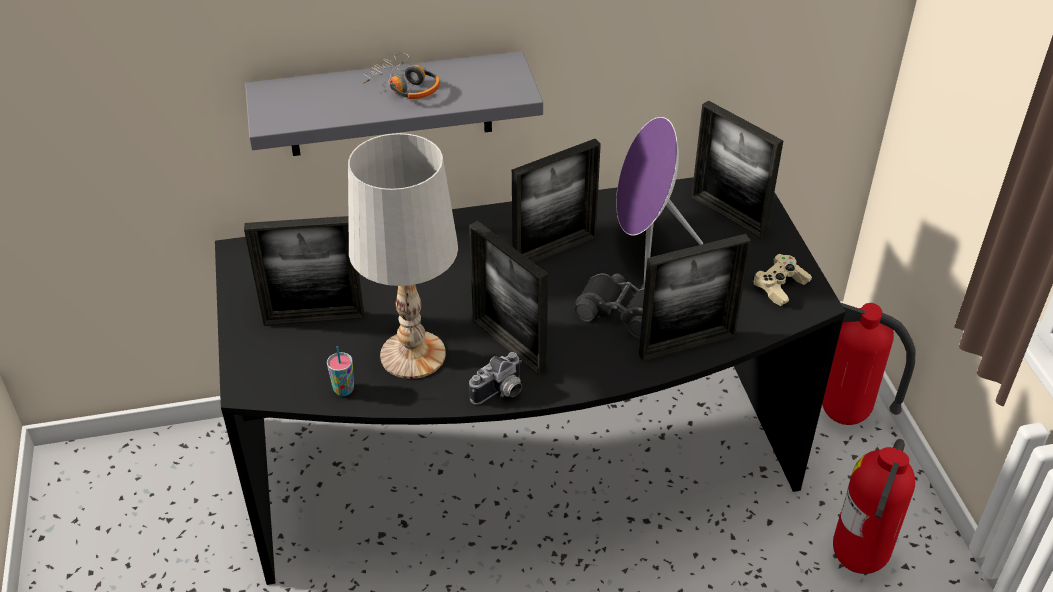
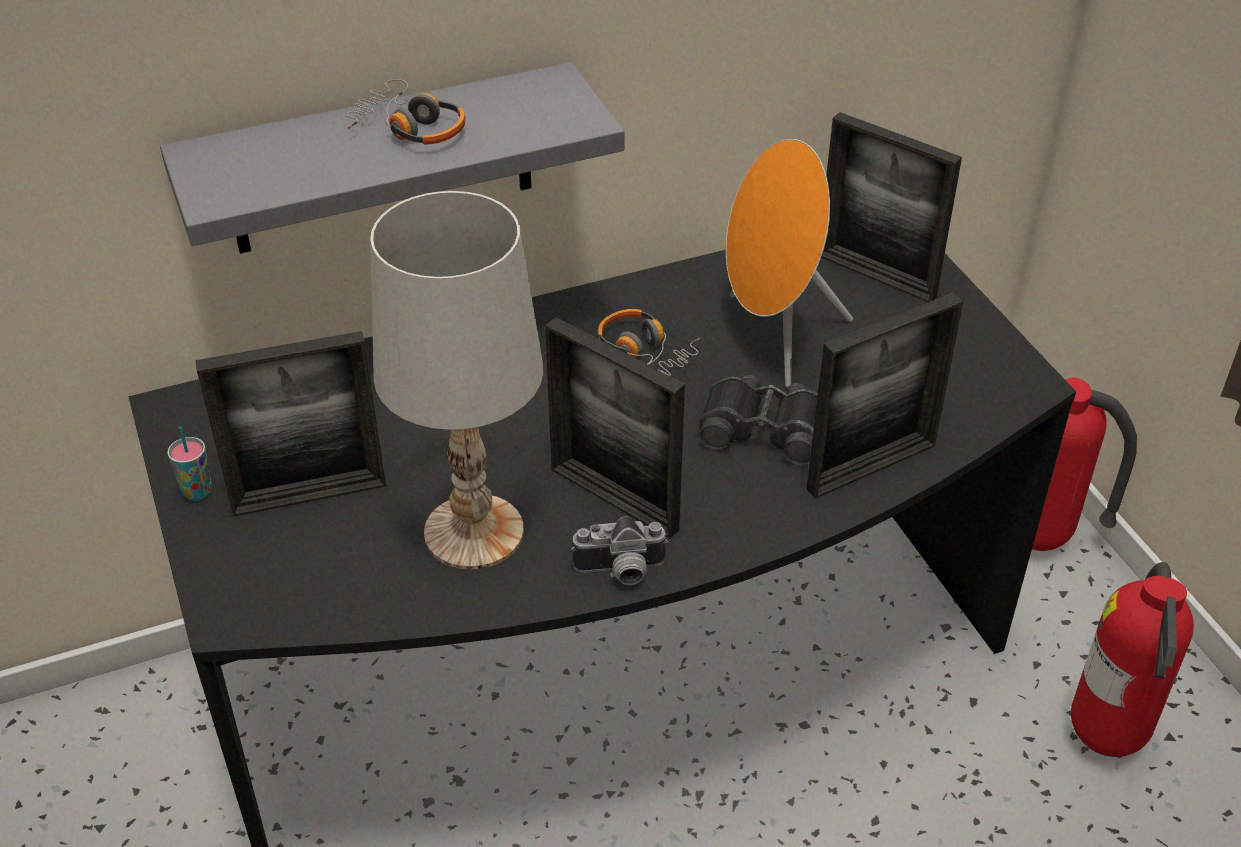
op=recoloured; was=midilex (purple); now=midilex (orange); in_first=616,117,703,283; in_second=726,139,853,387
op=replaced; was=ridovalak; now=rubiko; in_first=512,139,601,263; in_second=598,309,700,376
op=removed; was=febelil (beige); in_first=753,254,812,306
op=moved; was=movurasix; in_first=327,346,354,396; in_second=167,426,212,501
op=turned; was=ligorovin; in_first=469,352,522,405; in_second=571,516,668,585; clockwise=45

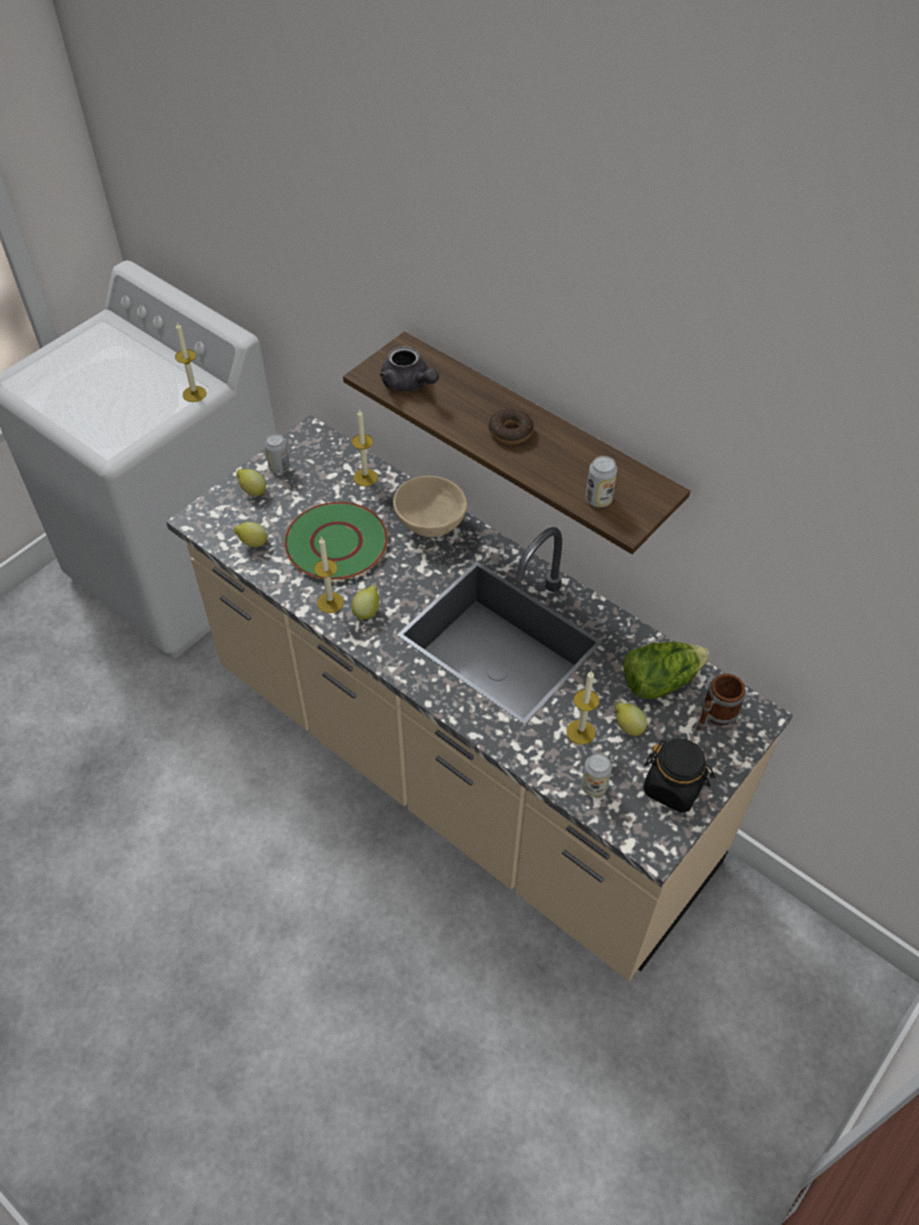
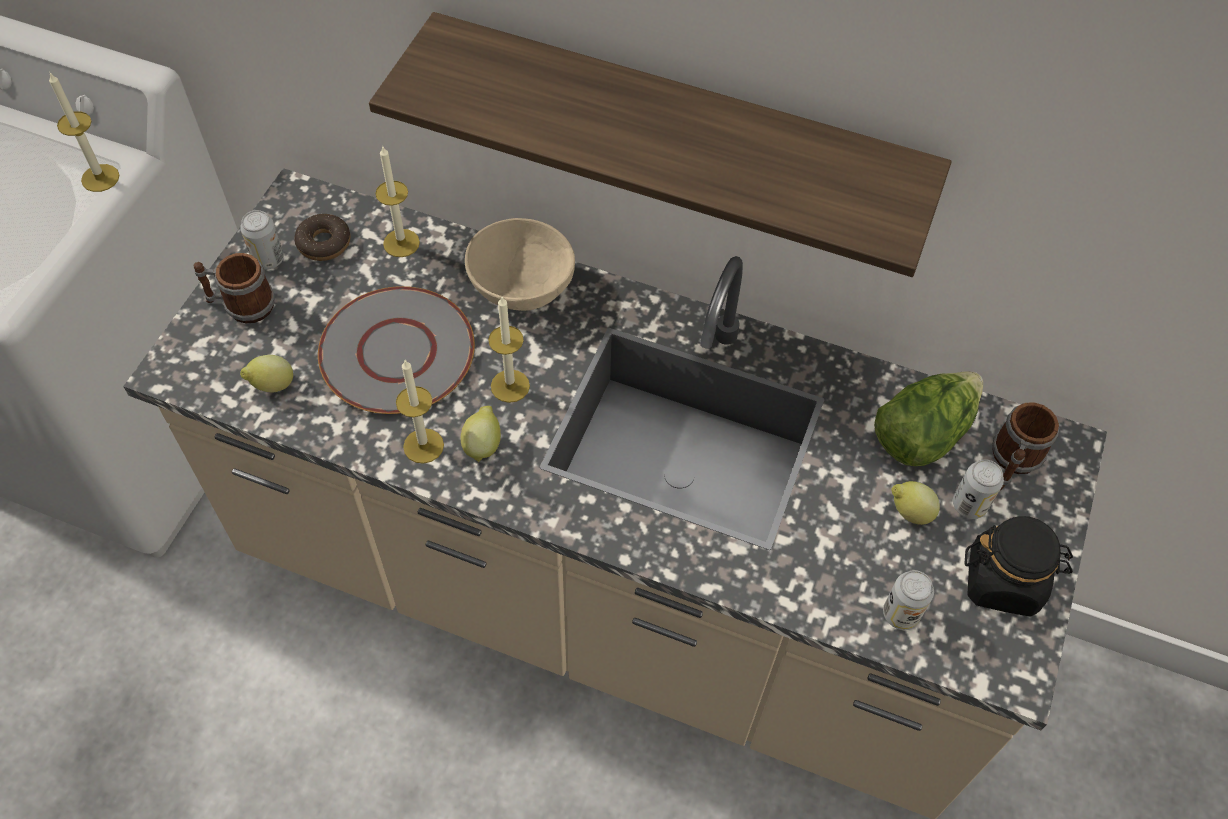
op=removed; was=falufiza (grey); in_first=380,346,439,392
op=moved; was=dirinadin; in_first=489,408,534,445; in_second=295,214,350,261
op=moved; was=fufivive; in_first=586,456,617,507; in_second=953,459,1004,519
op=replaced; was=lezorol; now=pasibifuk; in_first=236,469,266,496; in_second=194,253,275,323
op=recoloured; was=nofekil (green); now=nofekil (grey); in_first=284,502,388,580; in_second=318,286,475,414
op=moved; was=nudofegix; in_first=566,670,599,745; in_second=488,297,530,403

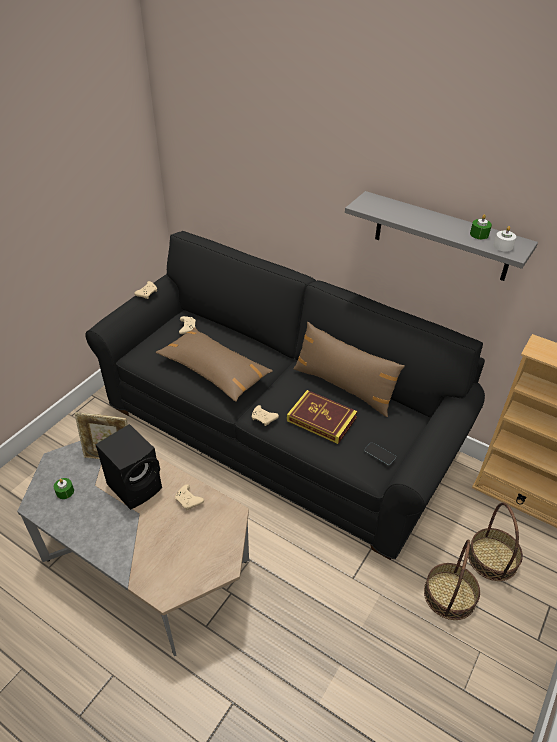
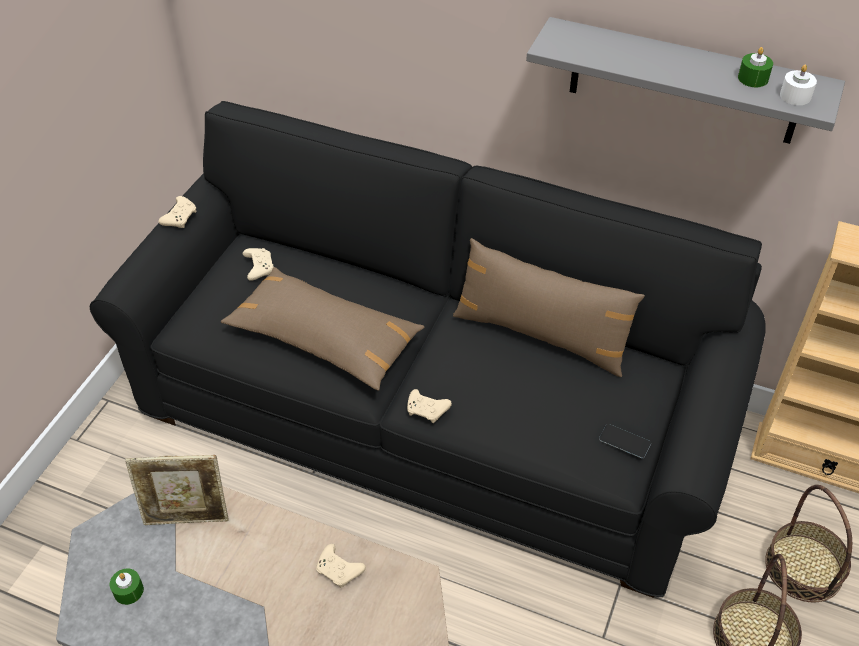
op=removed; was=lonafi; in_first=287,390,358,444
op=removed; was=midilex (black); in_first=96,424,162,510

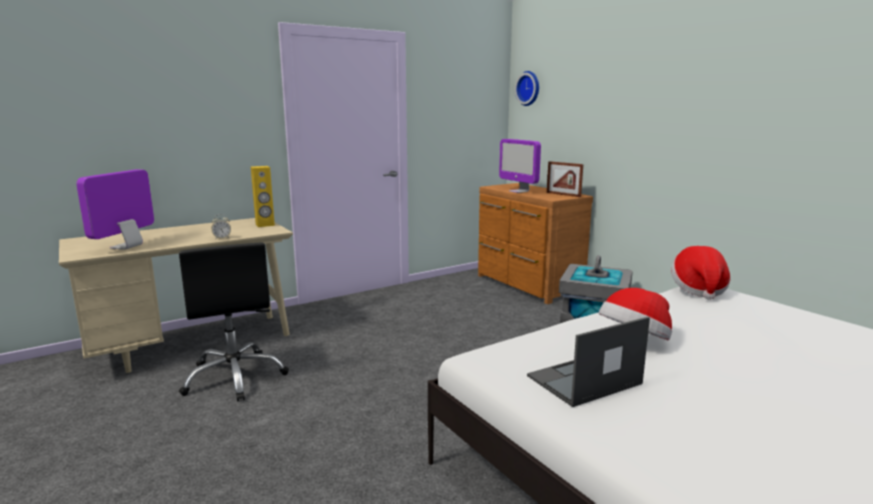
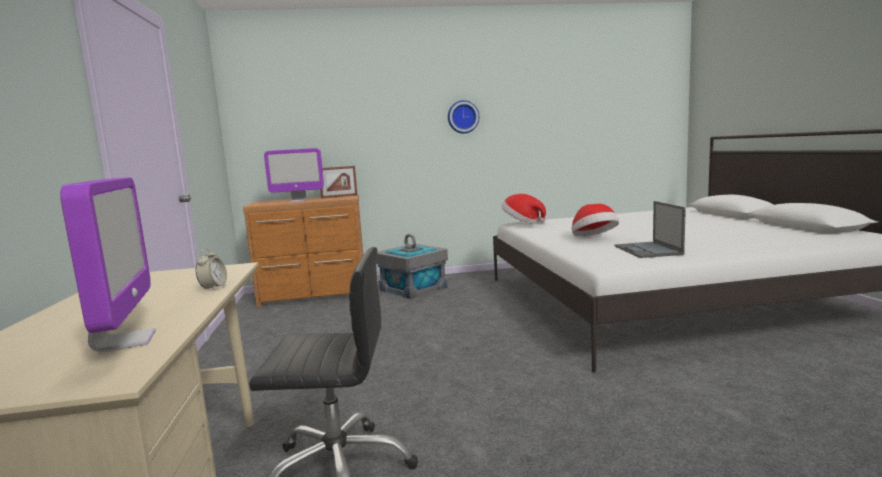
op=moved; was=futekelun; in_first=515,71,539,106; in_second=448,100,479,134
op=removed; was=midilex (yellow); in_first=251,166,275,227
op=turned; was=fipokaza; in_first=76,169,154,250; in_second=60,177,156,352; clockwise=-150

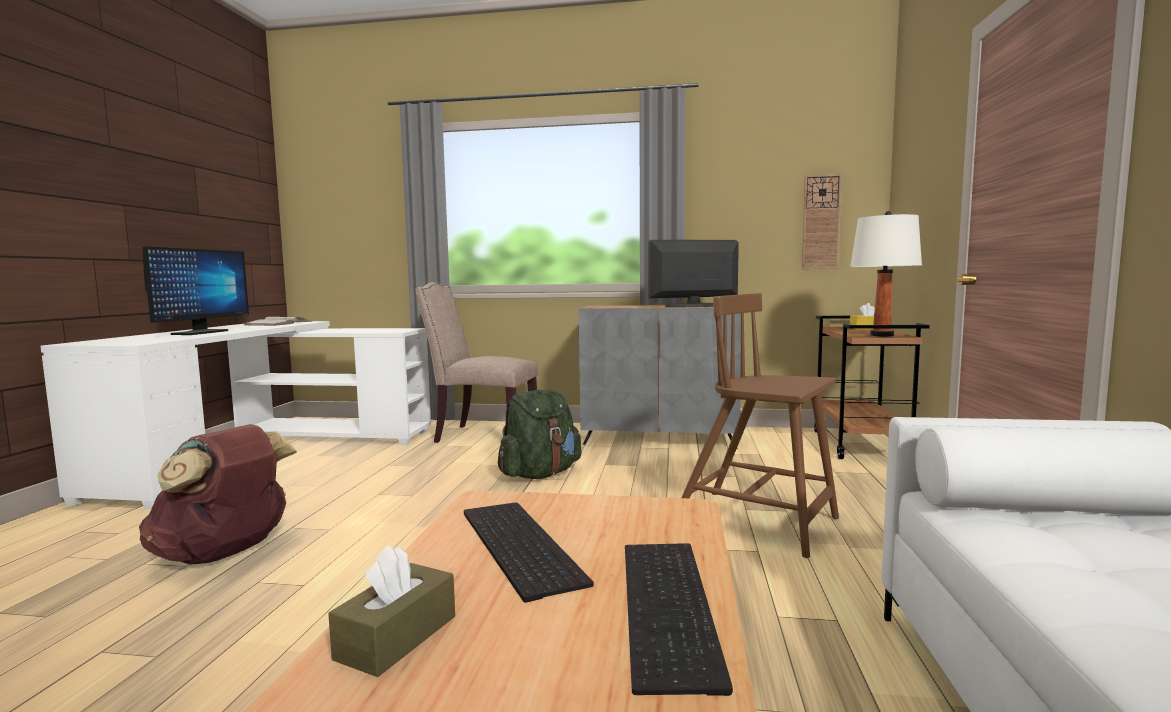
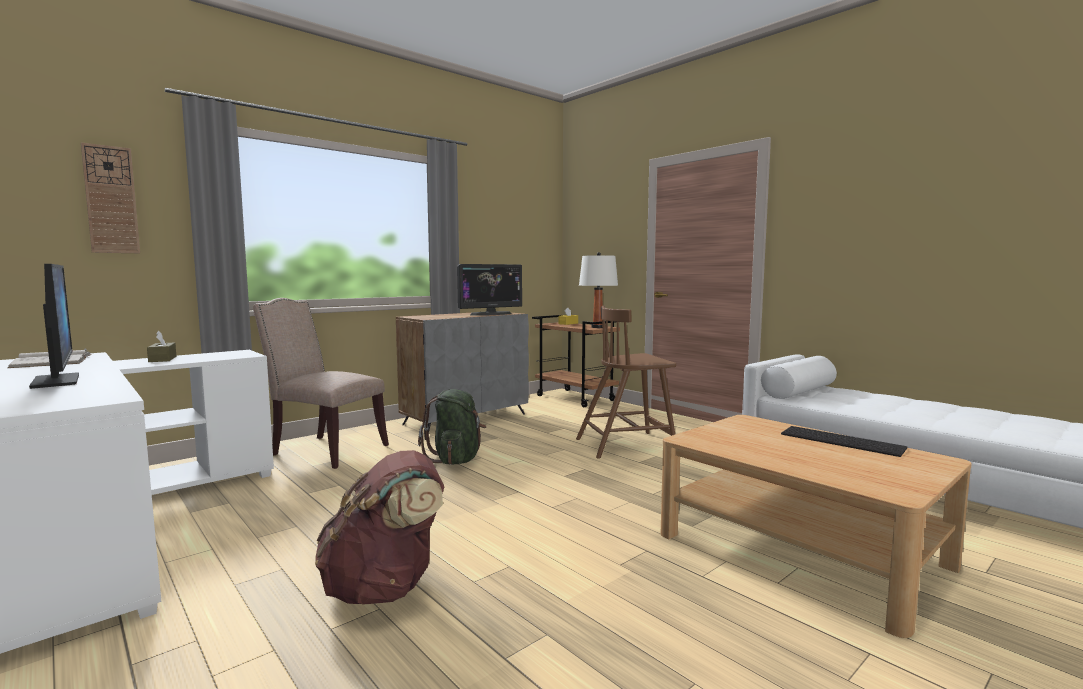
op=moved; was=futekelun; in_first=802,174,842,269; in_second=81,142,140,253
op=turned; was=fipokaza; in_first=649,240,739,307; in_second=457,264,522,316; clockwise=-150
op=turned; was=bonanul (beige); in_first=415,282,538,443; in_second=253,298,389,469; clockwise=60
op=removed; was=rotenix; in_first=464,502,594,602
op=moved; was=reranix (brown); in_first=328,544,455,677; in_second=147,331,176,362

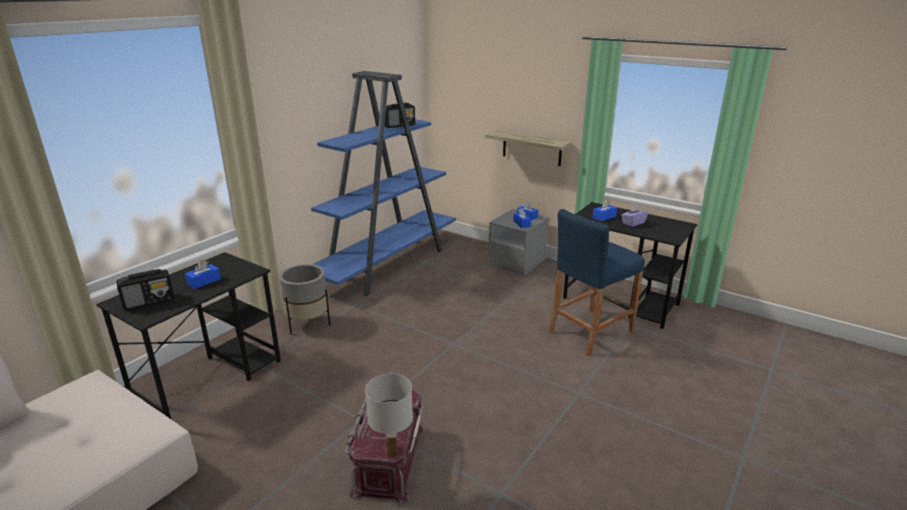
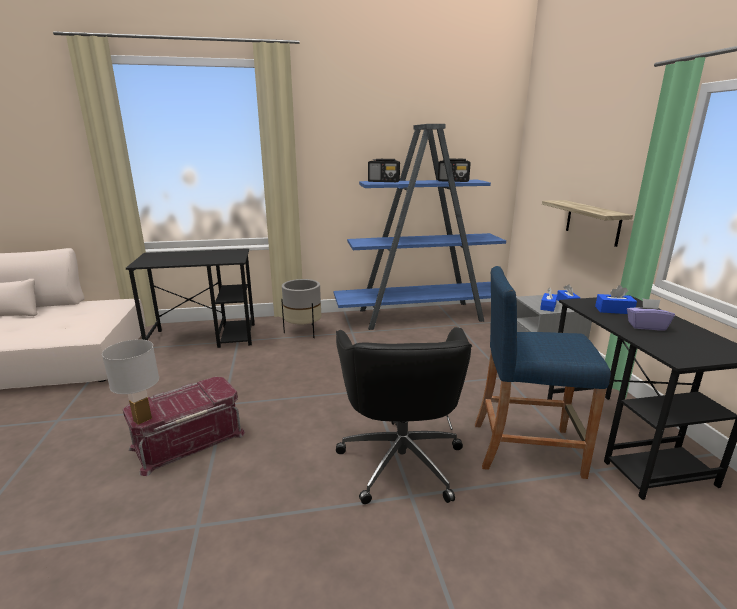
op=removed; was=reranix (blue); in_first=185,260,221,289
op=moved; was=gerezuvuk; in_first=116,269,174,311; in_second=368,159,400,182
op=added; now=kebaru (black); in_second=336,327,472,504

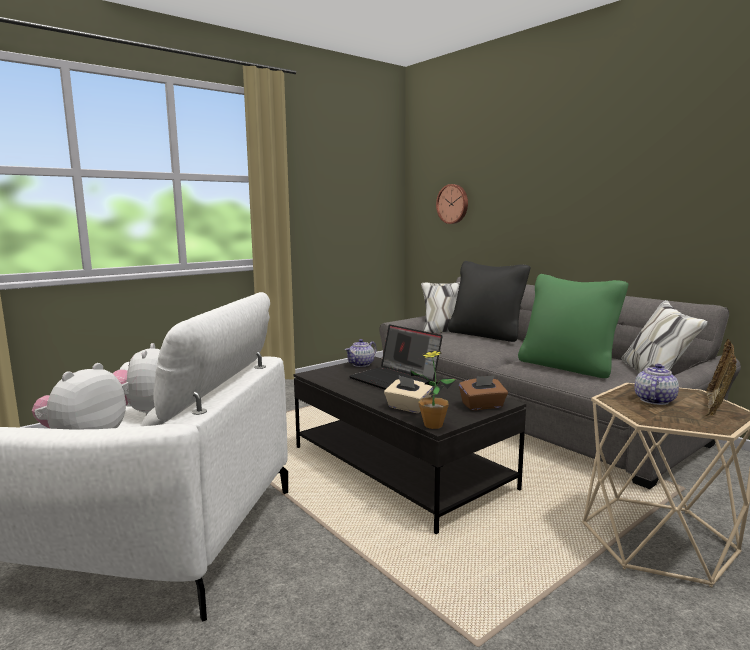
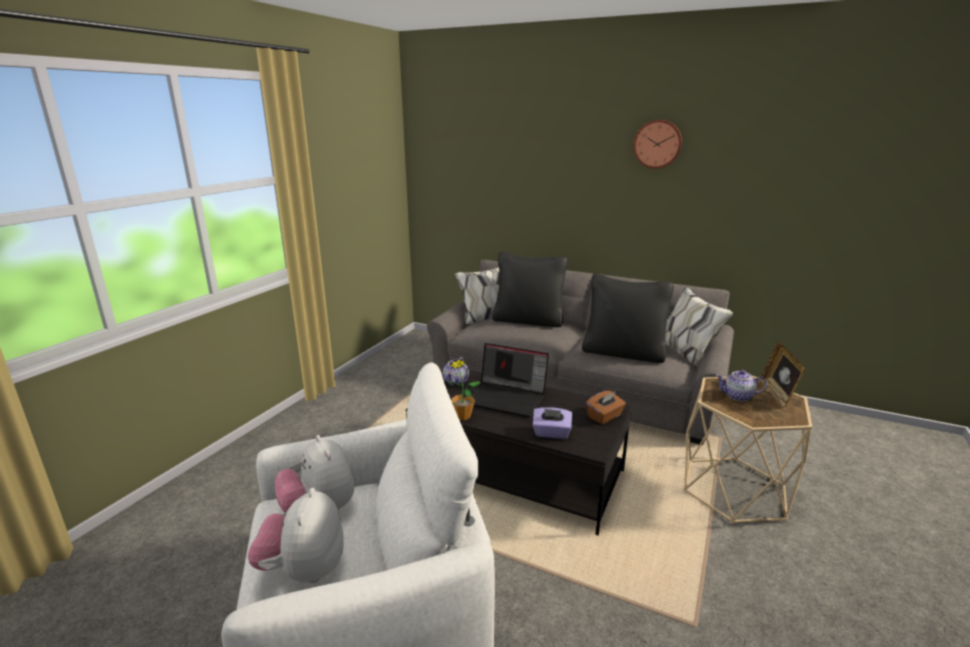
op=moved; was=futekelun; in_first=436,184,468,224; in_second=633,120,682,169
op=recoloured; was=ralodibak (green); now=ralodibak (black); in_first=518,274,628,378; in_second=582,274,674,363
op=moved; was=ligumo; in_first=411,350,456,429; in_second=445,359,481,420
op=turned; was=falufiza; in_first=635,364,679,405; in_second=716,370,767,401; clockwise=-90
op=recoloured; was=reranix (beige); now=reranix (purple); in_first=384,375,433,413; in_second=533,407,572,439

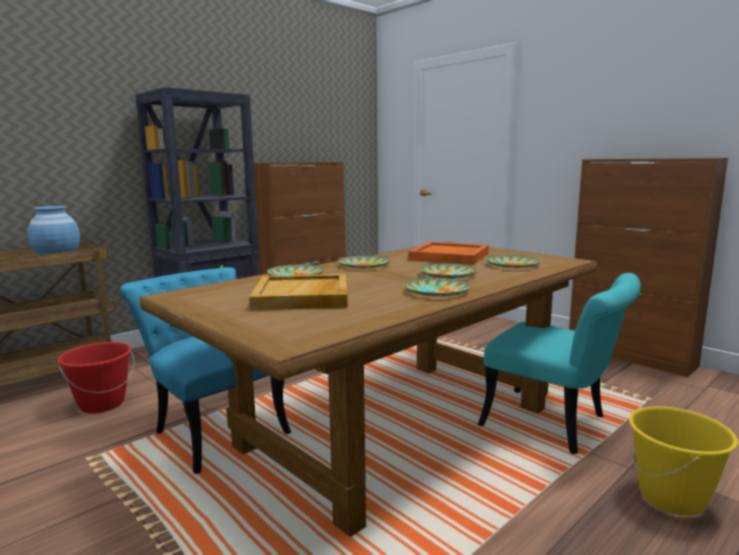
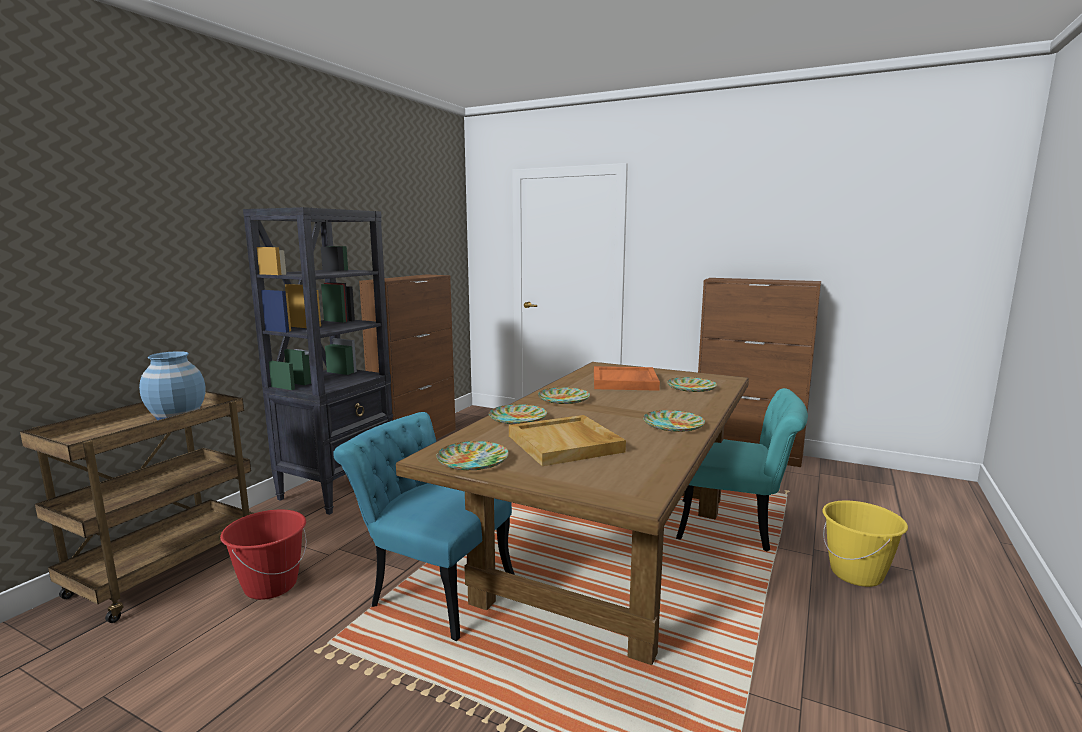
op=moved; was=nofekil; in_first=419,263,478,278; in_second=436,441,509,470

